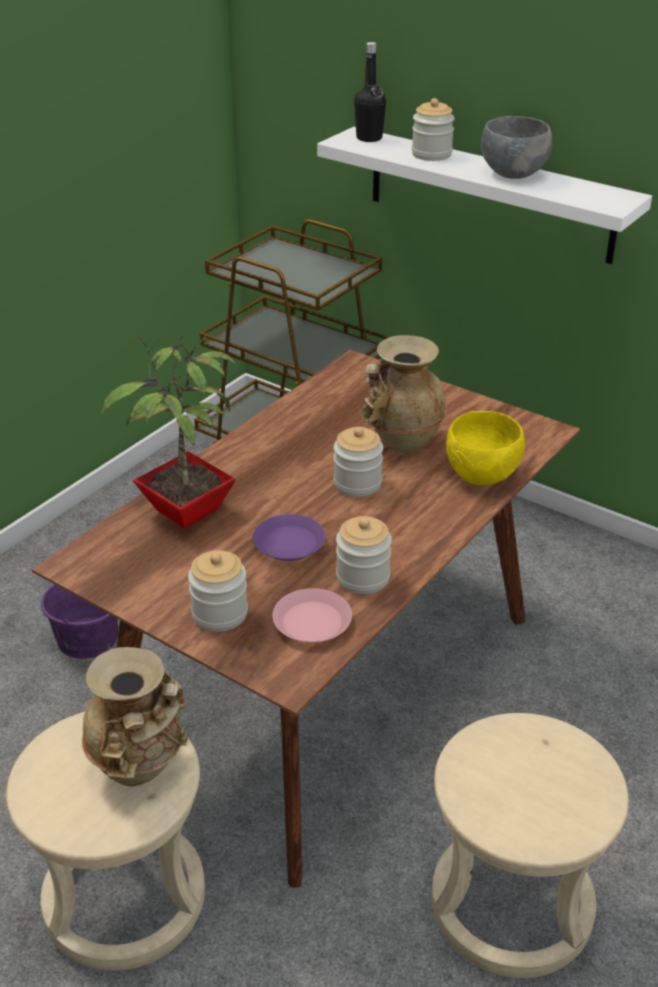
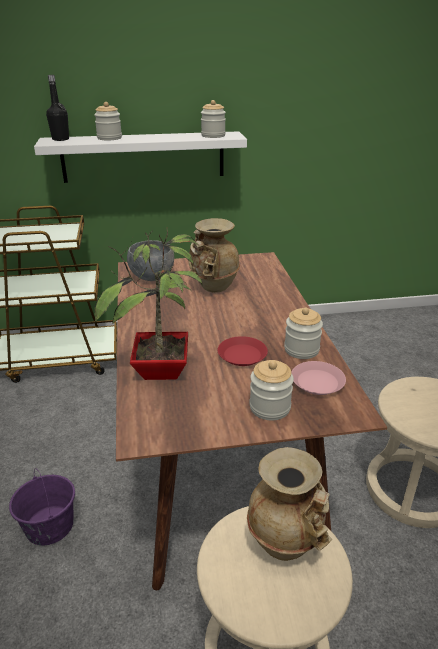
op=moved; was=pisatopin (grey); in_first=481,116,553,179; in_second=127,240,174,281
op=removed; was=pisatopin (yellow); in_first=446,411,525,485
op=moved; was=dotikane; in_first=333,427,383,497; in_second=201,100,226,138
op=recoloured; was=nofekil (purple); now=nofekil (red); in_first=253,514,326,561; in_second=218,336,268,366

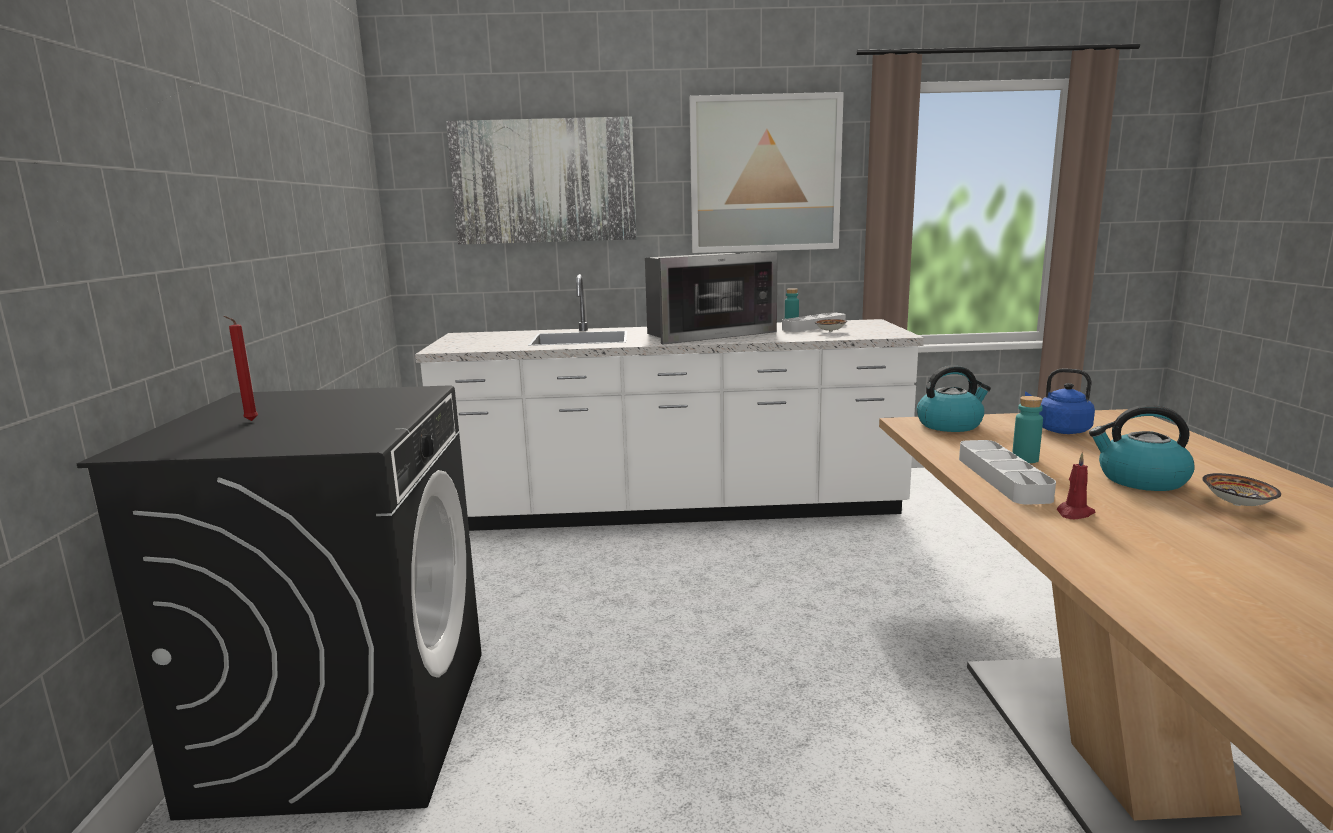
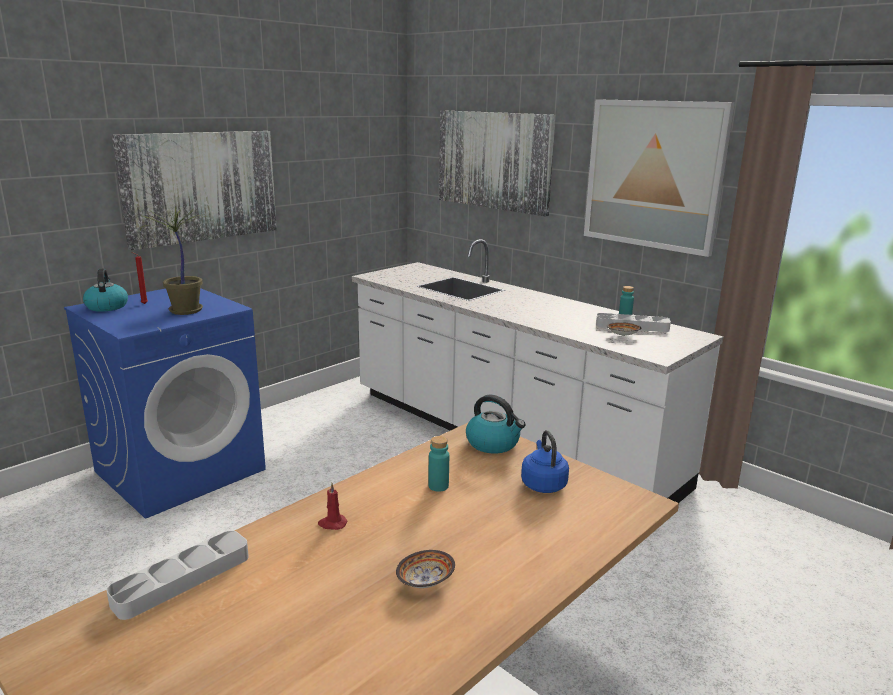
op=removed; was=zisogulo; in_first=645,251,778,344
op=recoloured; was=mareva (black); now=mareva (blue); in_first=76,385,482,821; in_second=64,288,266,519
op=moved; was=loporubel; in_first=1089,405,1195,491; in_second=83,269,128,312
op=moved; was=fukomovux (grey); in_first=959,440,1056,505; in_second=107,531,249,620
op=added; now=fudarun; in_second=112,131,277,250
op=added; now=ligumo; in_second=140,206,207,315

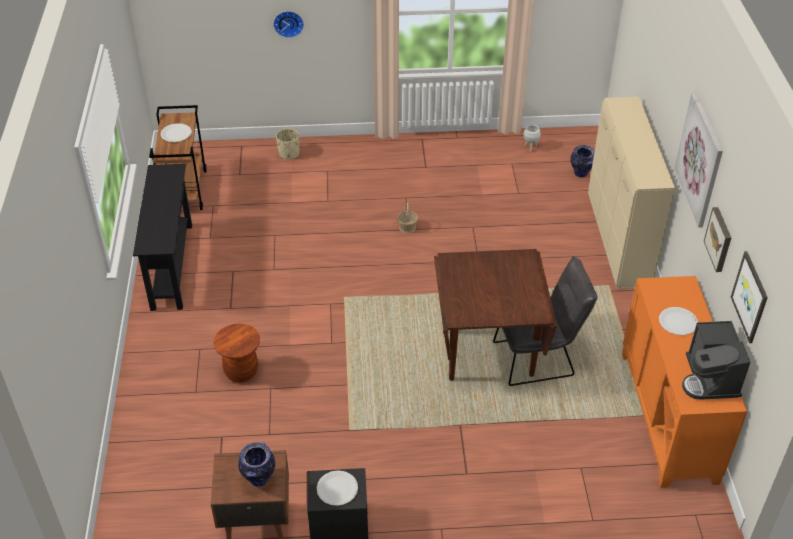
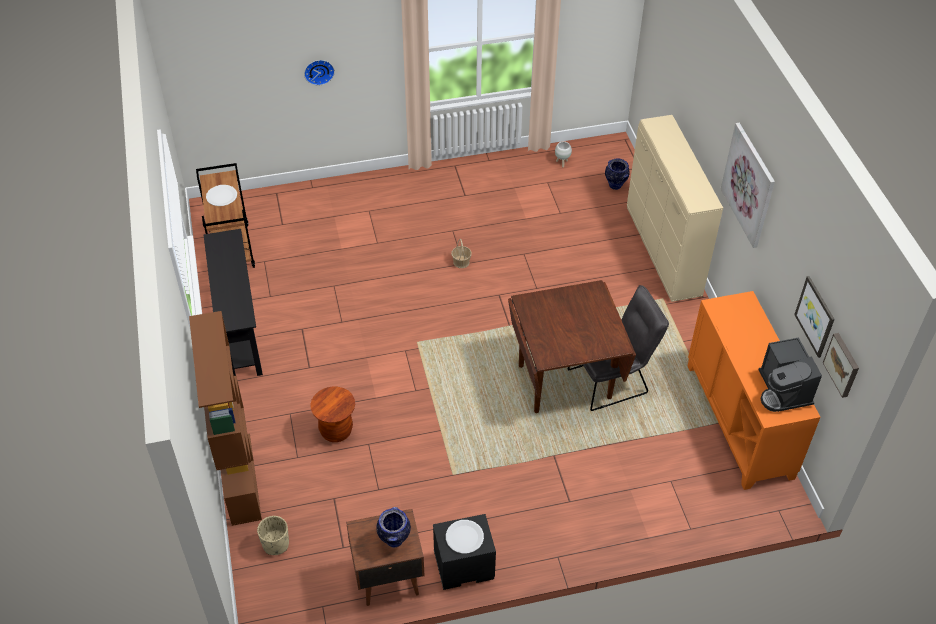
op=moved; was=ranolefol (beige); in_first=276,128,299,159; in_second=257,516,289,555
op=moved; was=fudarun; in_first=704,207,731,272; in_second=823,333,859,398
op=removed; was=nofekil (white); in_first=659,307,698,335
op=added; now=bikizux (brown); in_second=189,311,262,526

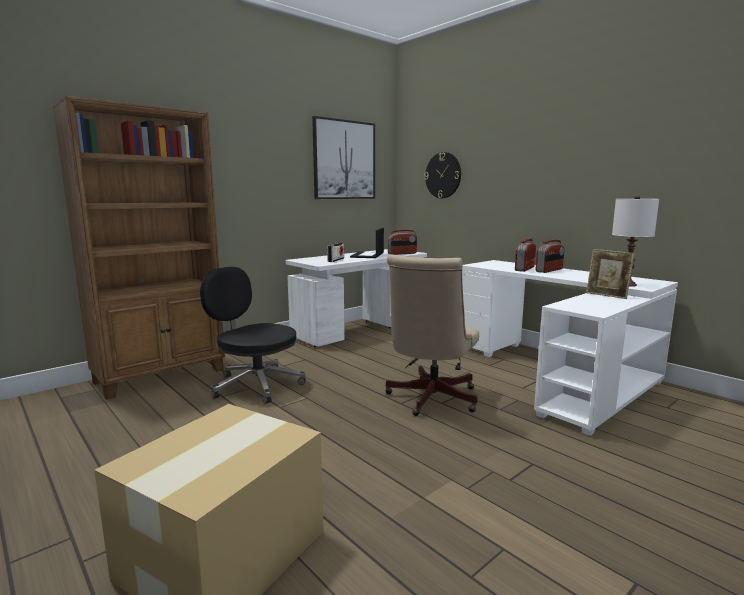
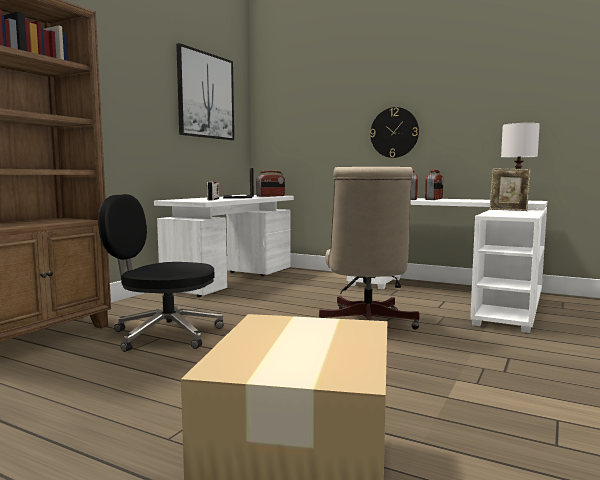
op=moved; was=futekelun; in_first=424,152,461,198; in_second=370,107,419,158

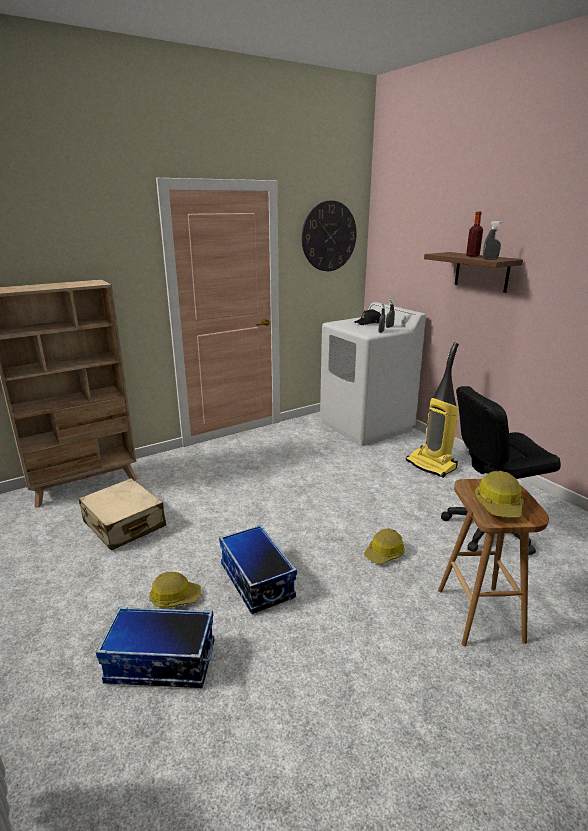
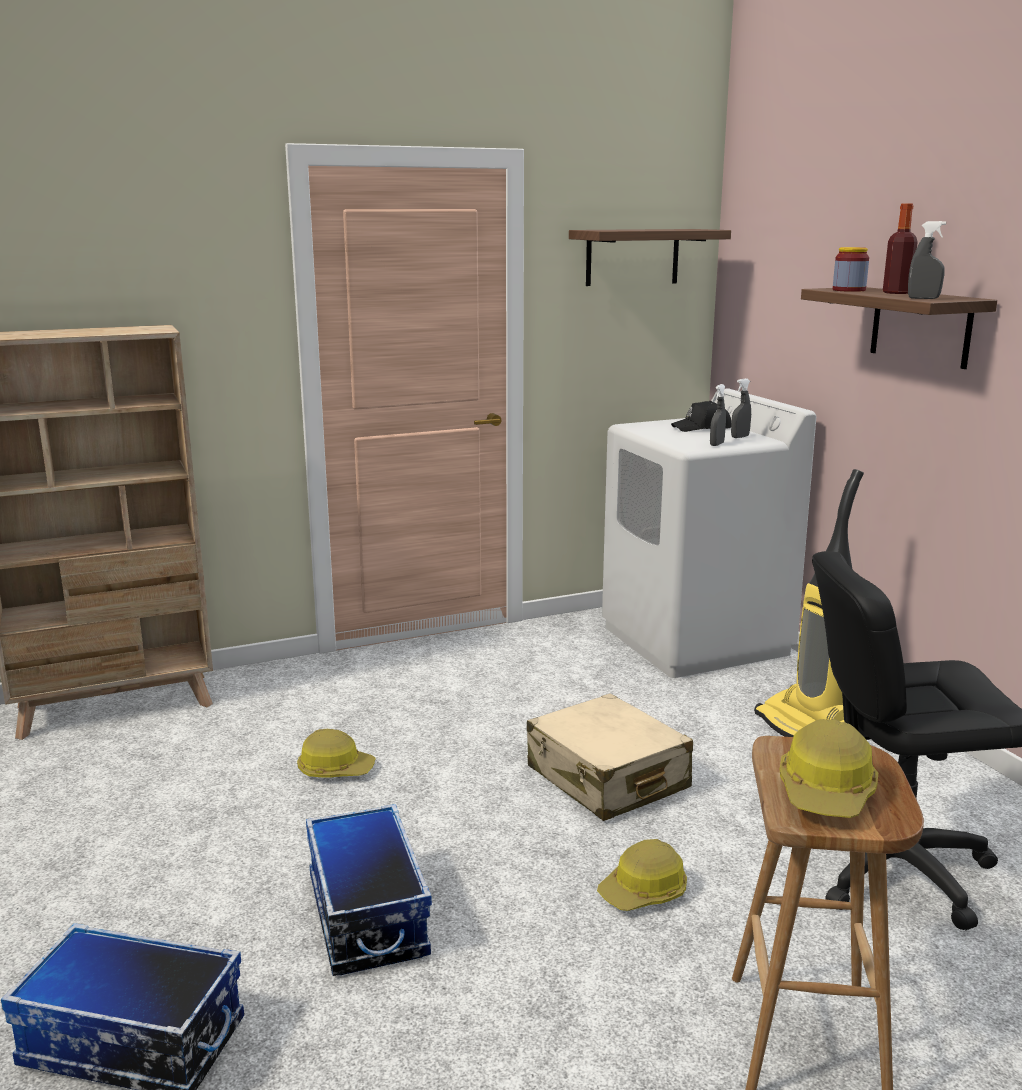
op=replaced; was=futekelun; now=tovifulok; in_first=302,201,357,271; in_second=569,229,731,286
op=moved; was=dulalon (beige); in_first=78,478,166,551; in_second=527,693,693,821
op=moved; was=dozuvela; in_first=149,572,201,608; in_second=297,729,376,778
op=added; now=dotikane; in_second=833,247,869,292

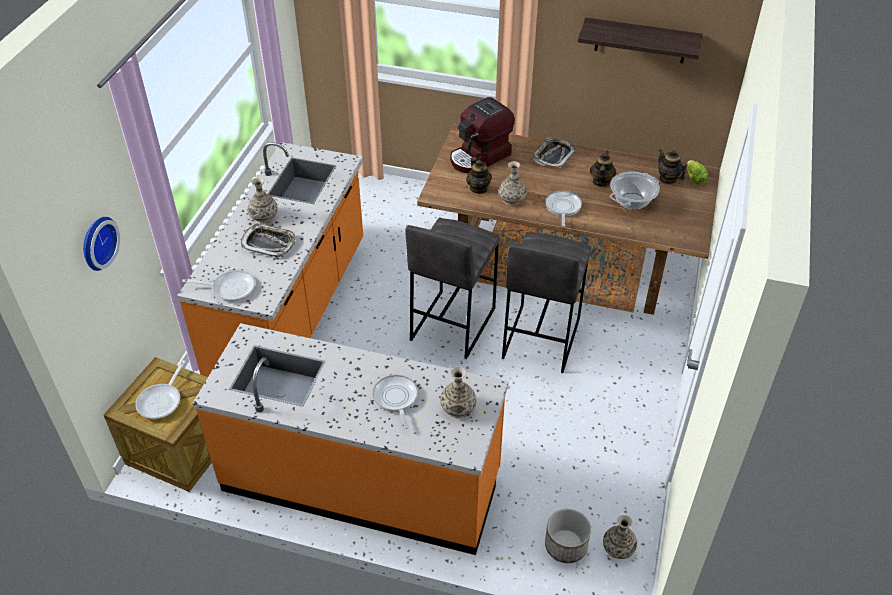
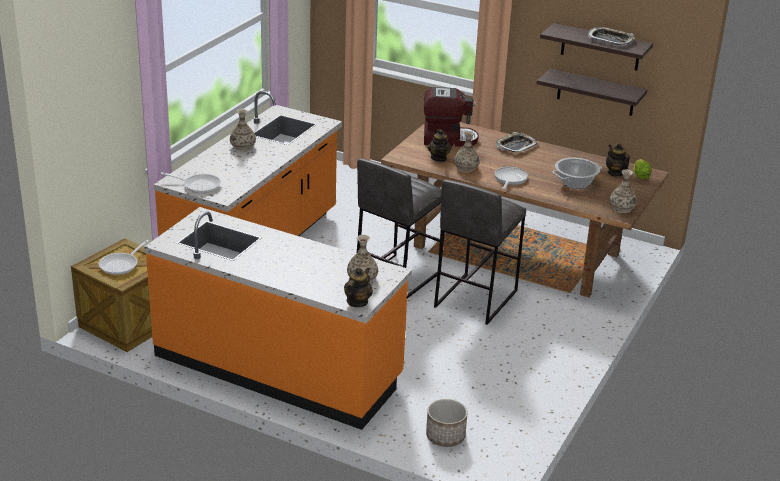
op=turned; was=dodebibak; in_first=450,97,515,173; in_second=424,87,479,147; clockwise=-150
op=moved; was=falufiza; in_first=590,151,616,187; in_second=344,267,373,307
op=removed; was=futekelun; in_first=83,217,120,271
op=moved; was=fukomovux; in_first=241,224,296,257; in_second=588,27,635,46
op=removed; was=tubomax; in_first=373,375,418,429
op=moved; was=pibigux; in_first=603,515,637,559; in_second=609,170,637,213
op=added; now=tovifulok; in_second=537,69,647,116

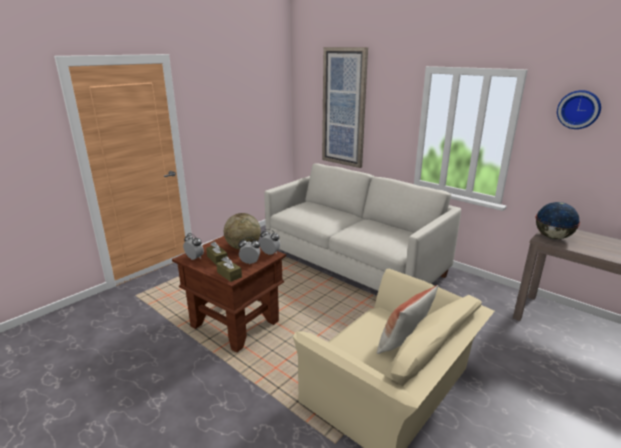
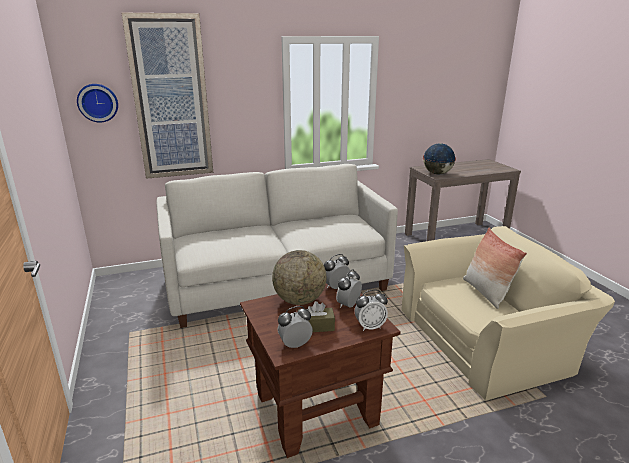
op=moved; was=futekelun; in_first=557,90,601,129; in_second=77,84,118,122
op=replaced; was=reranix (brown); now=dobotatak; in_first=216,256,242,282; in_second=355,290,388,331

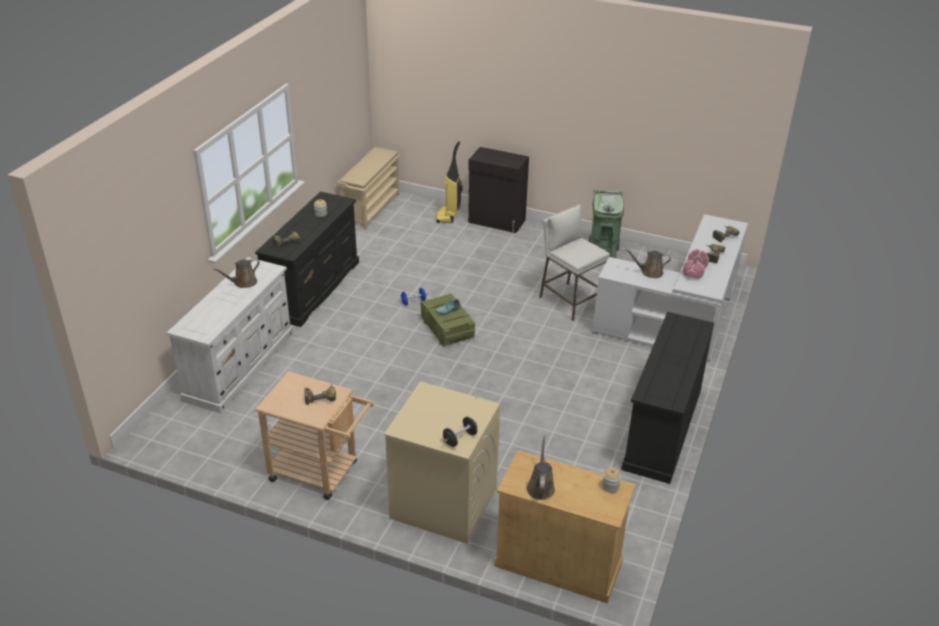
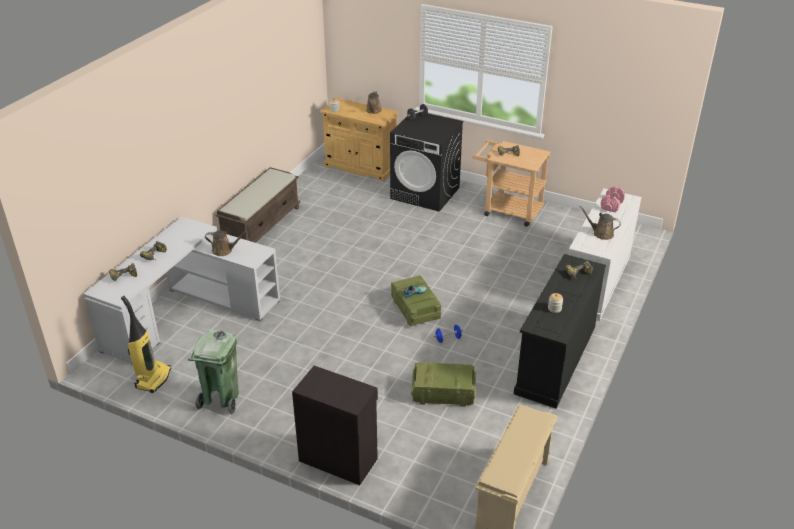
op=moved; was=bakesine; in_first=436,141,462,223; in_second=121,296,172,393
op=removed; was=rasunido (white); in_first=539,205,610,321
op=moved; was=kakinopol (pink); in_first=683,249,709,279; in_second=601,186,625,212
op=turned; was=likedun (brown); in_first=213,258,260,288; in_second=580,206,621,240; clockwise=-120
op=replaced; was=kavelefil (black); now=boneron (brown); in_first=621,312,714,484; in_second=215,167,301,243
op=recoloured; was=mareva (beige); now=mareva (black); in_first=384,381,500,544; in_second=390,110,463,212
op=added; now=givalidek; in_second=411,362,476,407

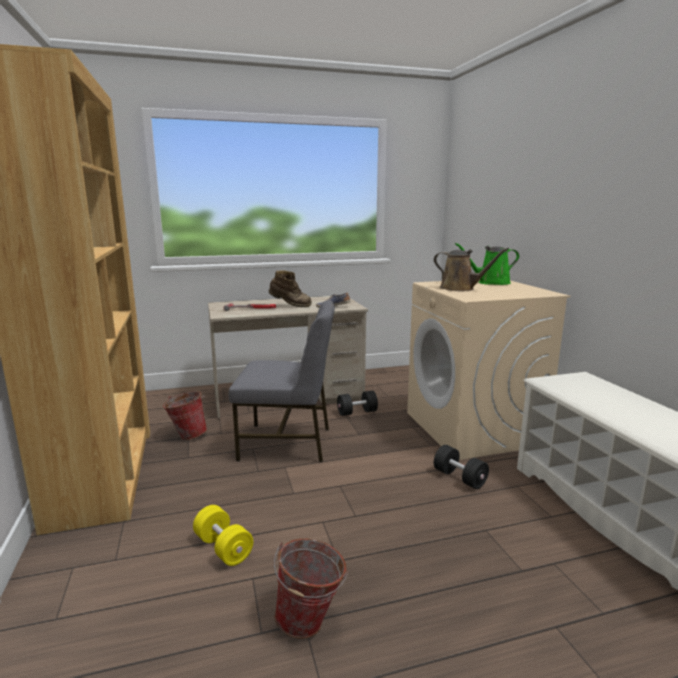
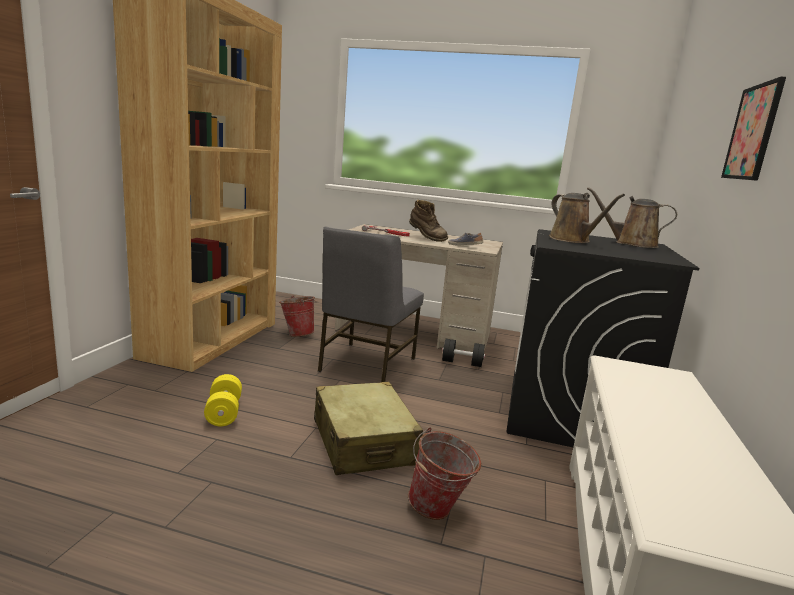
op=recoloured; was=likedun (green); now=likedun (brown); in_first=455,243,520,285; in_second=587,187,677,248
op=recoloured; was=mareva (beige); now=mareva (black); in_first=407,280,570,460; in_second=506,229,699,447
op=turned; was=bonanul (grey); in_first=229,300,335,462; in_second=318,227,424,382; clockwise=75
op=removed; was=kakinopol (black); in_first=434,445,489,489
op=moved; was=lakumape; in_first=274,539,348,639; in_second=408,427,481,520
op=added; now=fudarun; in_second=721,77,786,181
op=added; now=dulalon (beige); in_second=314,382,423,475

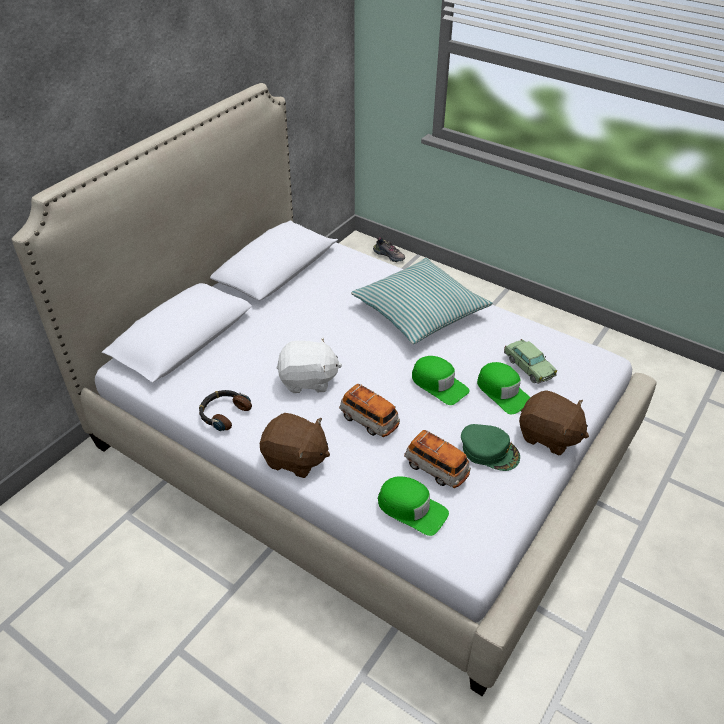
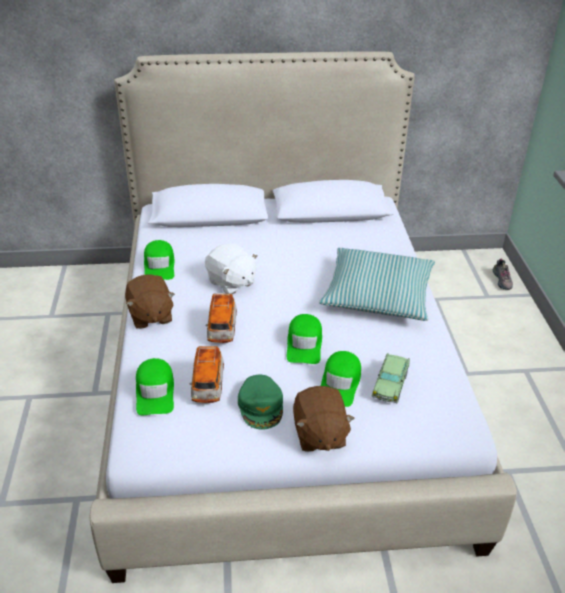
op=replaced; was=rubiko; now=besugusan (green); in_first=199,390,252,431; in_second=144,240,174,280

